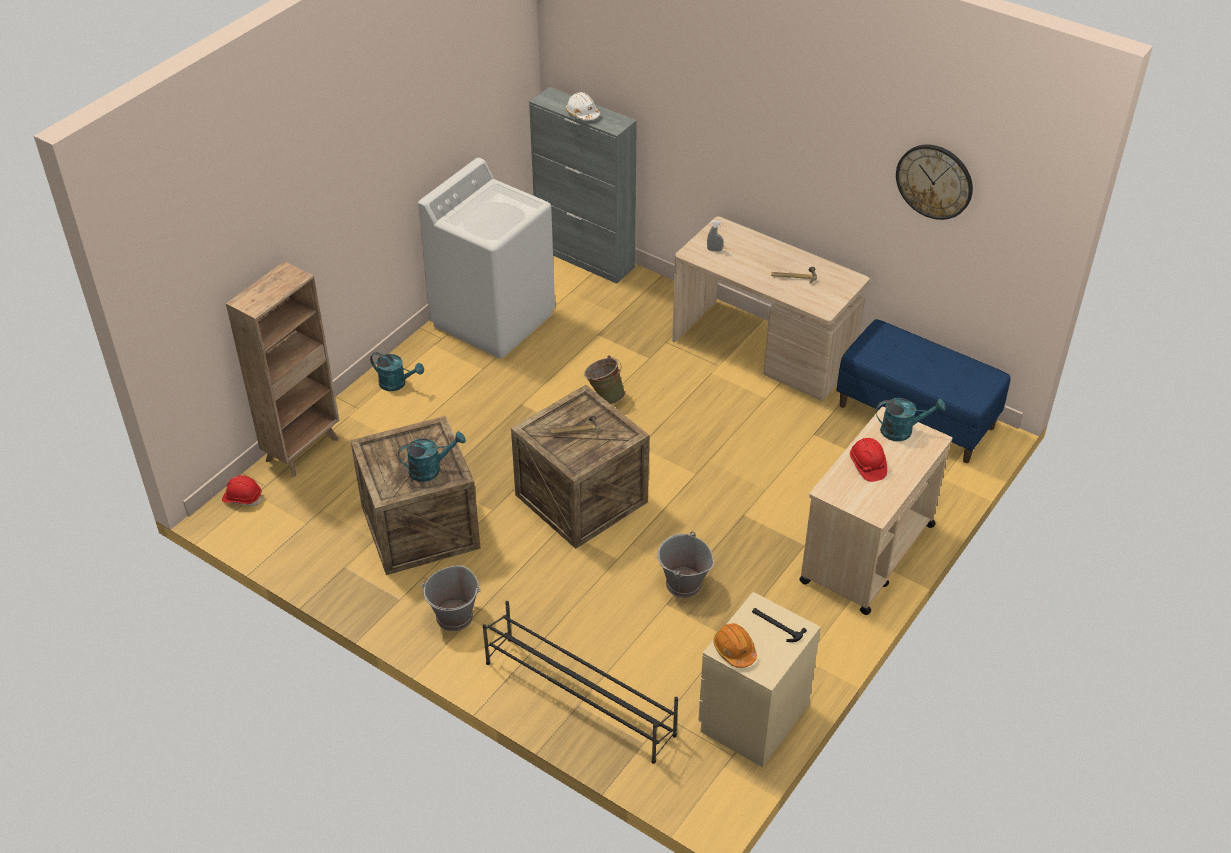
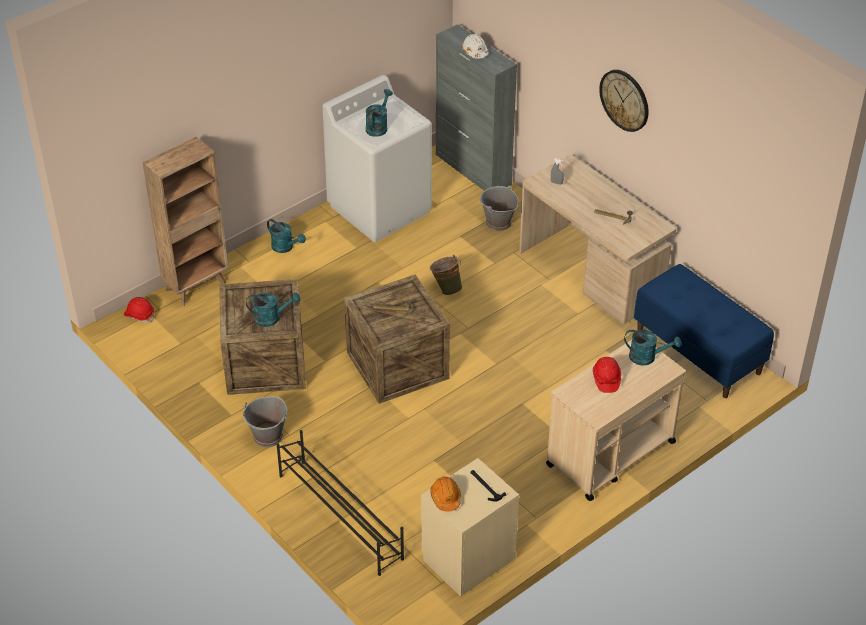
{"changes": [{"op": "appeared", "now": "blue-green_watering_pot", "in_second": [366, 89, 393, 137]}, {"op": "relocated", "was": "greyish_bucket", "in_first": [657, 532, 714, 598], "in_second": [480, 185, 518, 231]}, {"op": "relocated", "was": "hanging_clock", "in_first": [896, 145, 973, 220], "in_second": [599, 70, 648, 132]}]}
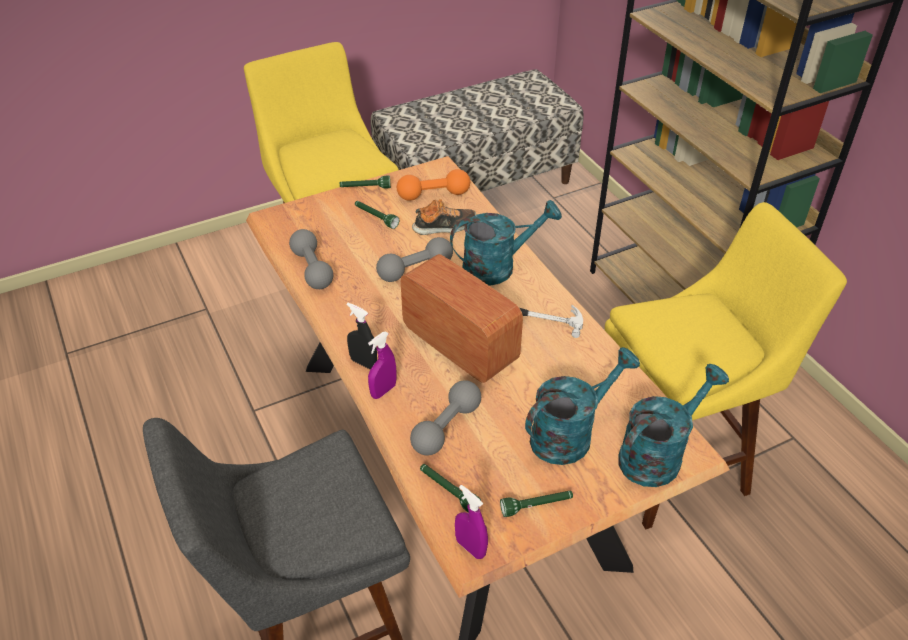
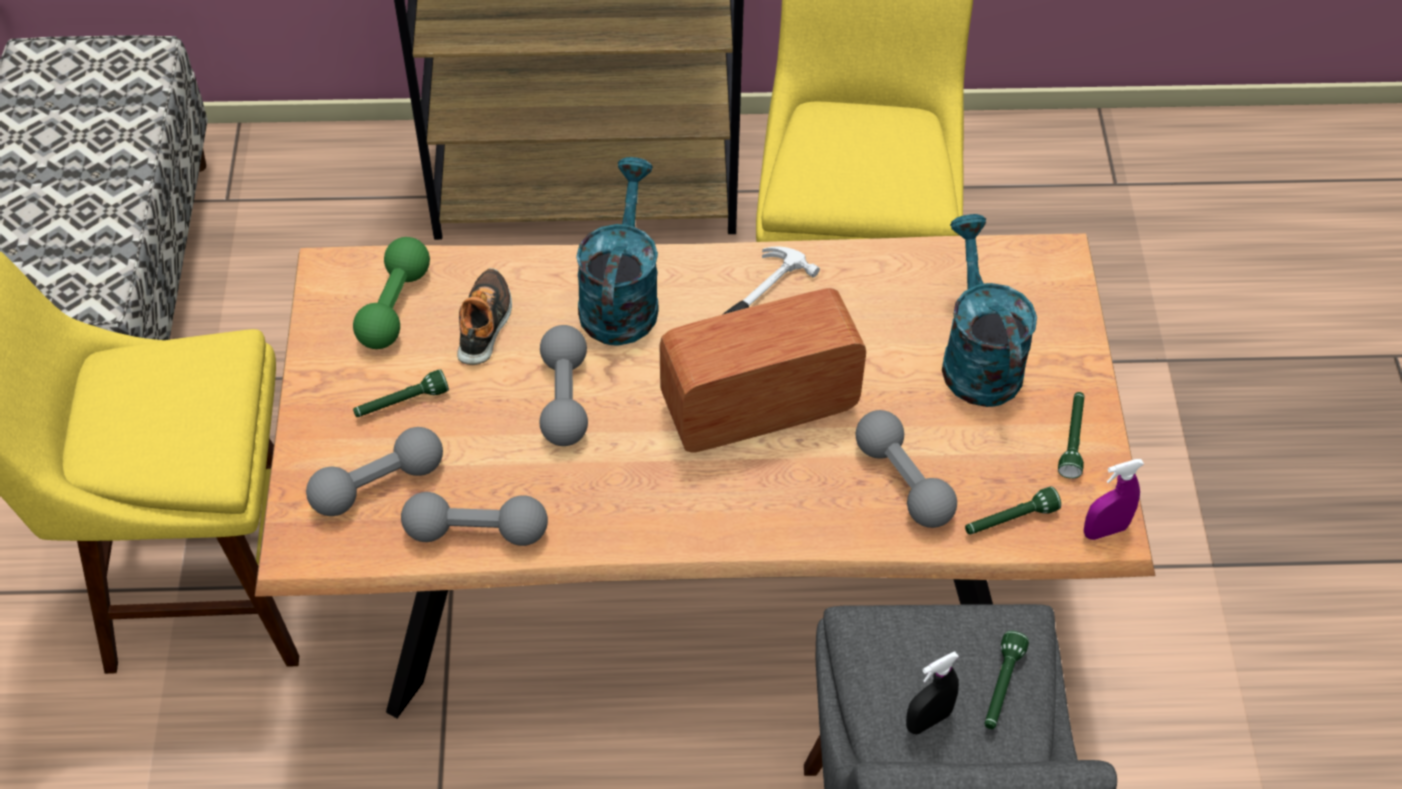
{"changes": [{"op": "missing", "was": "purplish_hand_sprayer", "in_first": [368, 332, 396, 399]}, {"op": "missing", "was": "blue-green_watering_pot", "in_first": [618, 364, 729, 487]}, {"op": "appeared", "now": "greyish_free_weight", "in_second": [306, 427, 443, 516]}, {"op": "relocated", "was": "green-coloured_hand_torch", "in_first": [340, 176, 391, 189], "in_second": [985, 631, 1029, 729]}, {"op": "relocated", "was": "blackish_hand_sprayer", "in_first": [347, 303, 377, 369], "in_second": [906, 652, 959, 734]}, {"op": "colour", "was": "orangey_free_weight", "now": "green-coloured_free_weight", "in_first": [397, 169, 470, 201], "in_second": [353, 237, 430, 349]}]}
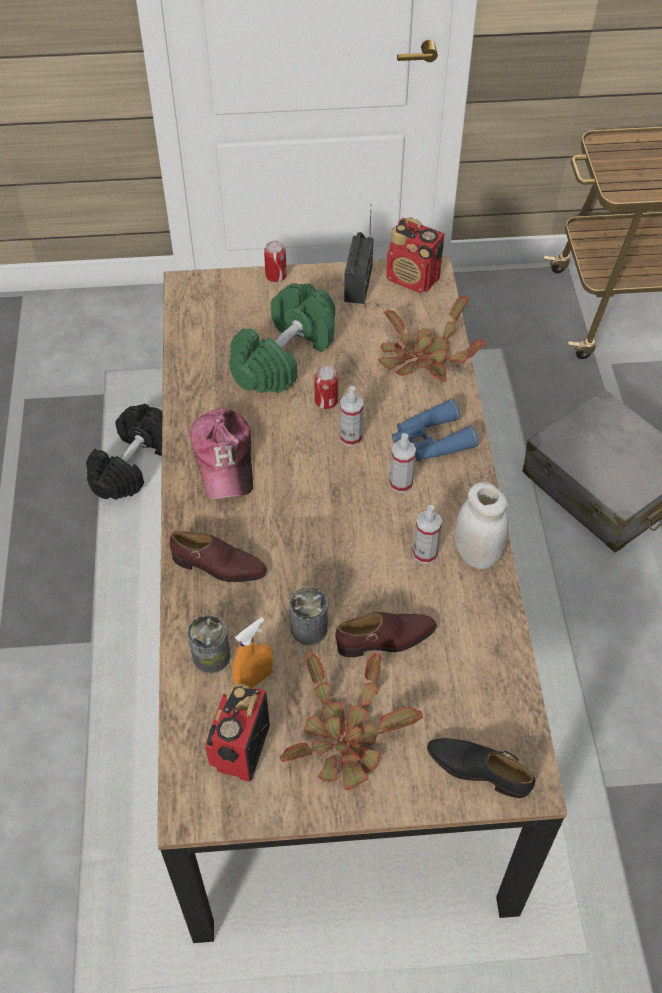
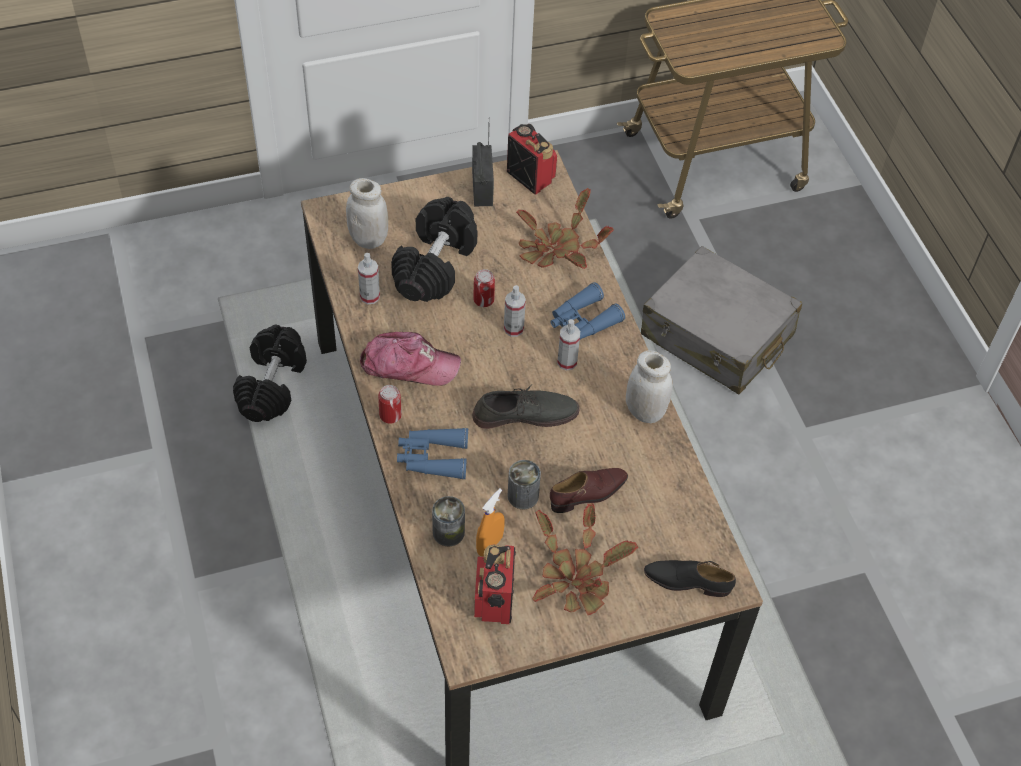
{"changes": [{"op": "appeared", "now": "white_preserve_jar", "in_second": [346, 178, 388, 249]}, {"op": "appeared", "now": "greyish_item_of_footwear", "in_second": [472, 384, 580, 429]}, {"op": "relocated", "was": "sealed_can", "in_first": [264, 241, 287, 282], "in_second": [378, 385, 402, 424]}, {"op": "relocated", "was": "hand_sprayer", "in_first": [413, 505, 442, 564], "in_second": [358, 253, 380, 304]}, {"op": "exchanged", "was": "brown_item_of_footwear", "now": "blue-coloured_binoculars", "in_first": [170, 531, 267, 582], "in_second": [397, 428, 468, 480]}, {"op": "colour", "was": "green-coloured_free_weight", "now": "blackish_free_weight", "in_first": [229, 283, 335, 393], "in_second": [391, 197, 477, 302]}, {"op": "spun", "was": "peaked_cap", "in_first": [189, 408, 253, 499], "in_second": [360, 332, 461, 386], "clockwise": -60}, {"op": "spun", "was": "radio_receiver", "in_first": [386, 217, 444, 293], "in_second": [507, 124, 557, 195], "clockwise": -150}]}
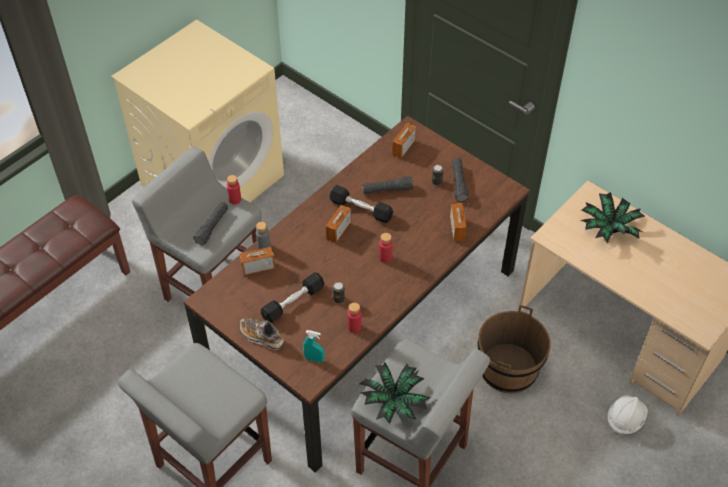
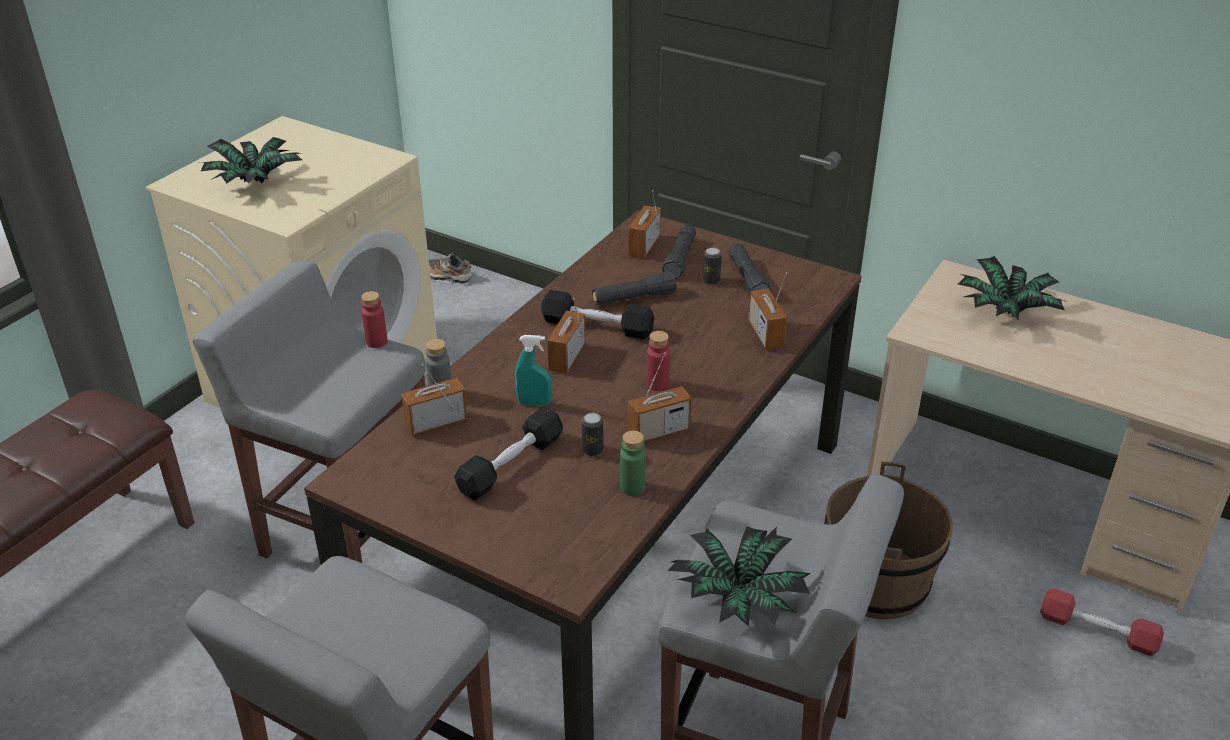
{"changes": [{"op": "appeared", "now": "houseplant", "in_second": [201, 137, 302, 184]}, {"op": "appeared", "now": "radio_receiver", "in_second": [628, 352, 692, 442]}, {"op": "relocated", "was": "blackish_hand_torch", "in_first": [193, 202, 228, 245], "in_second": [662, 224, 696, 279]}, {"op": "relocated", "was": "item_of_footwear", "in_first": [239, 318, 284, 350], "in_second": [429, 253, 472, 284]}, {"op": "relocated", "was": "blue-green_hand_sprayer", "in_first": [303, 330, 325, 363], "in_second": [515, 335, 552, 406]}, {"op": "exchanged", "was": "white_safety_helmet", "now": "red_free_weight", "in_first": [608, 395, 648, 436], "in_second": [1040, 588, 1164, 656]}, {"op": "colour", "was": "red_beverage_bottle", "now": "green-coloured_beverage_bottle", "in_first": [347, 302, 362, 333], "in_second": [620, 431, 646, 496]}]}
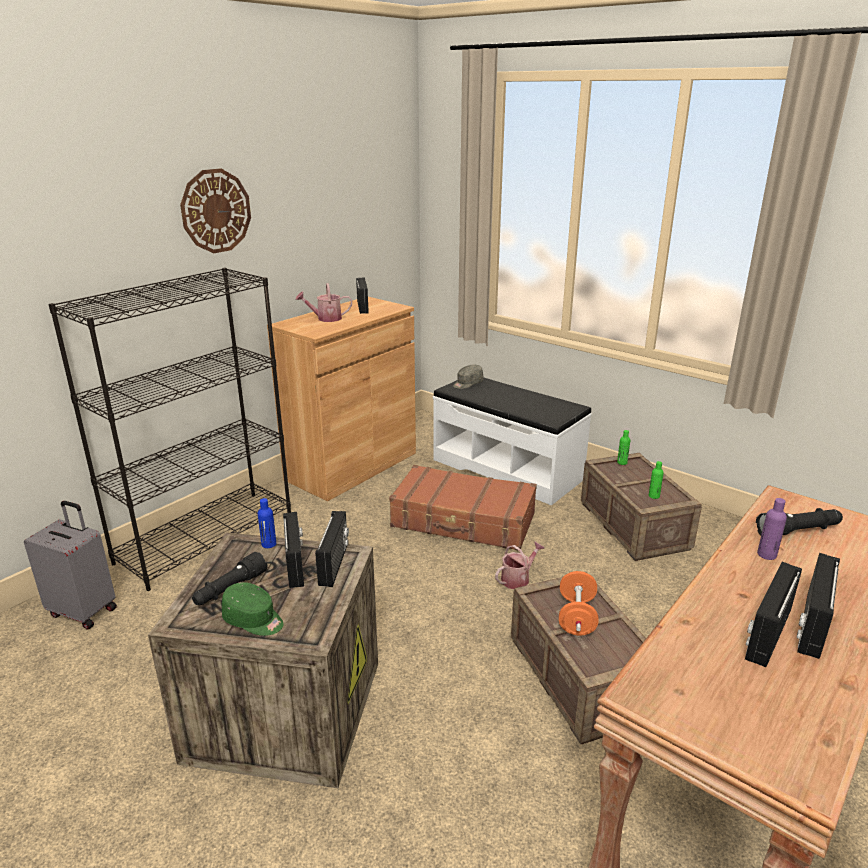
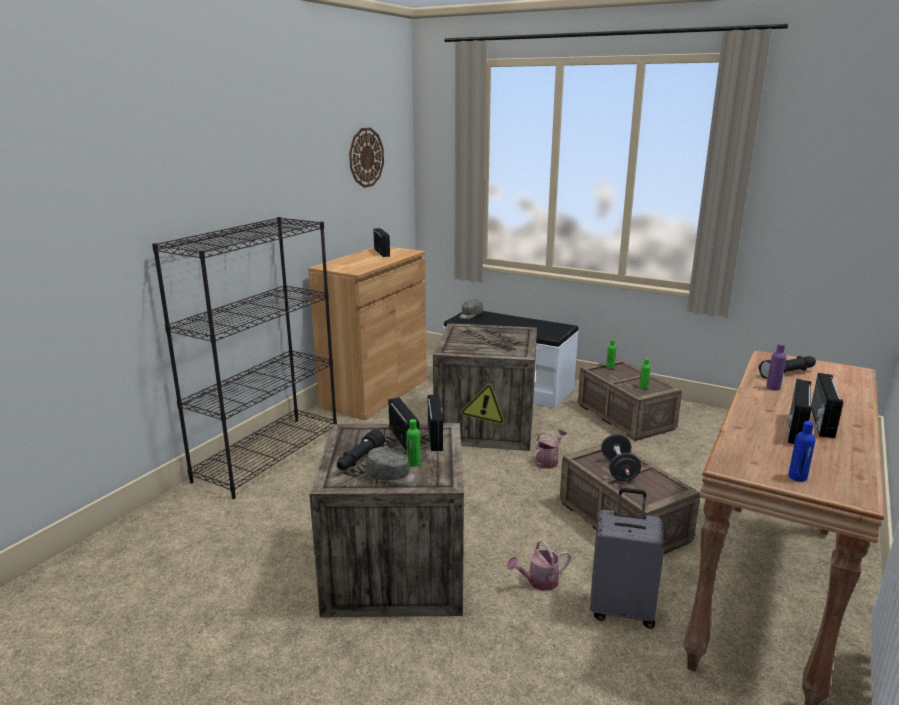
{"changes": [{"op": "appeared", "now": "green-coloured_beverage_bottle", "in_second": [406, 419, 421, 467]}, {"op": "relocated", "was": "greyish_travel_case", "in_first": [24, 501, 117, 630], "in_second": [590, 488, 664, 629]}, {"op": "relocated", "was": "hanging_clock", "in_first": [180, 168, 251, 253], "in_second": [349, 128, 384, 188]}, {"op": "relocated", "was": "blue-coloured_beverage_bottle", "in_first": [258, 498, 276, 548], "in_second": [788, 421, 816, 482]}, {"op": "relocated", "was": "watering_pot", "in_first": [295, 283, 352, 322], "in_second": [507, 540, 571, 591]}, {"op": "exchanged", "was": "brown_travel_case", "now": "shipping_crate", "in_first": [389, 465, 537, 550], "in_second": [433, 323, 537, 451]}, {"op": "colour", "was": "green-coloured_peaked_cap", "now": "greyish_peaked_cap", "in_first": [221, 582, 284, 636], "in_second": [365, 447, 419, 485]}, {"op": "colour", "was": "orangey_free_weight", "now": "blackish_free_weight", "in_first": [559, 571, 598, 636], "in_second": [601, 434, 641, 481]}]}
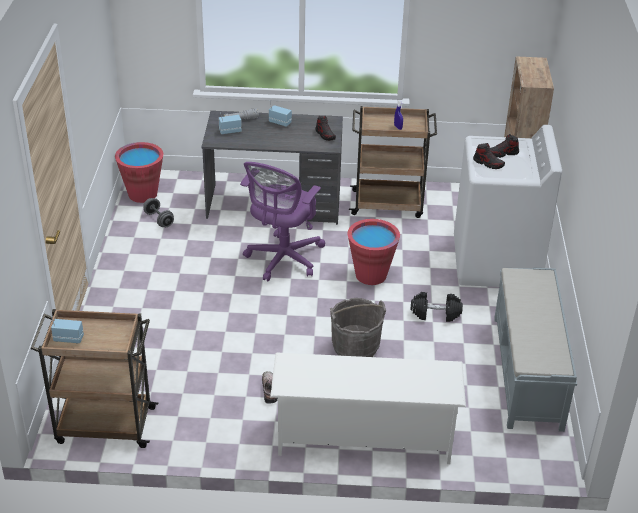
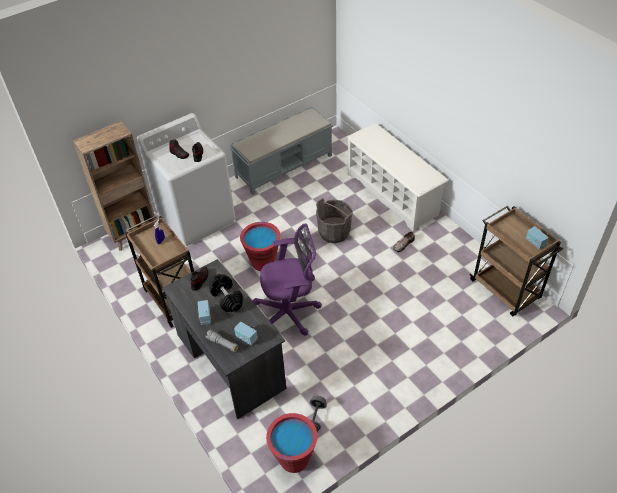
{"changes": [{"op": "relocated", "was": "blackish_free_weight", "in_first": [411, 292, 463, 322], "in_second": [209, 274, 243, 312]}]}
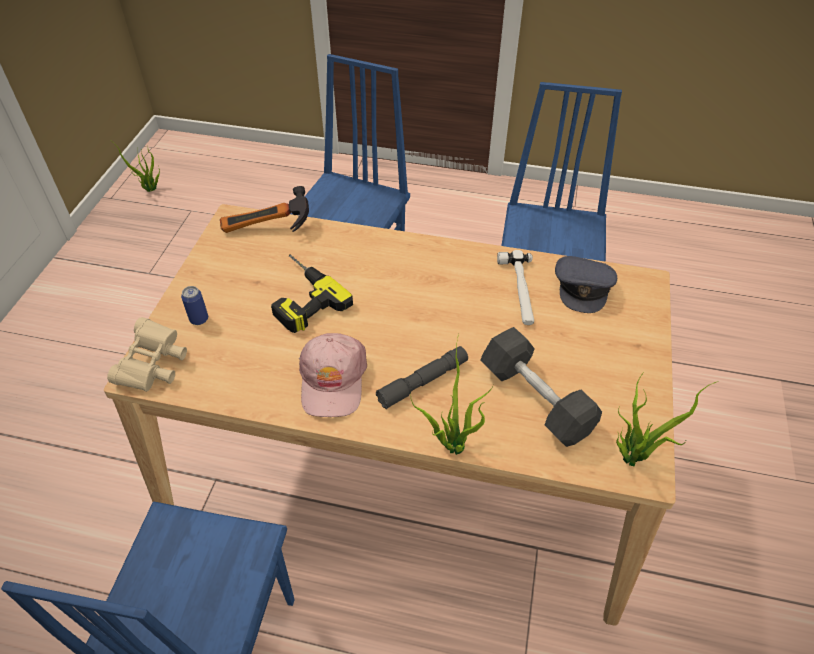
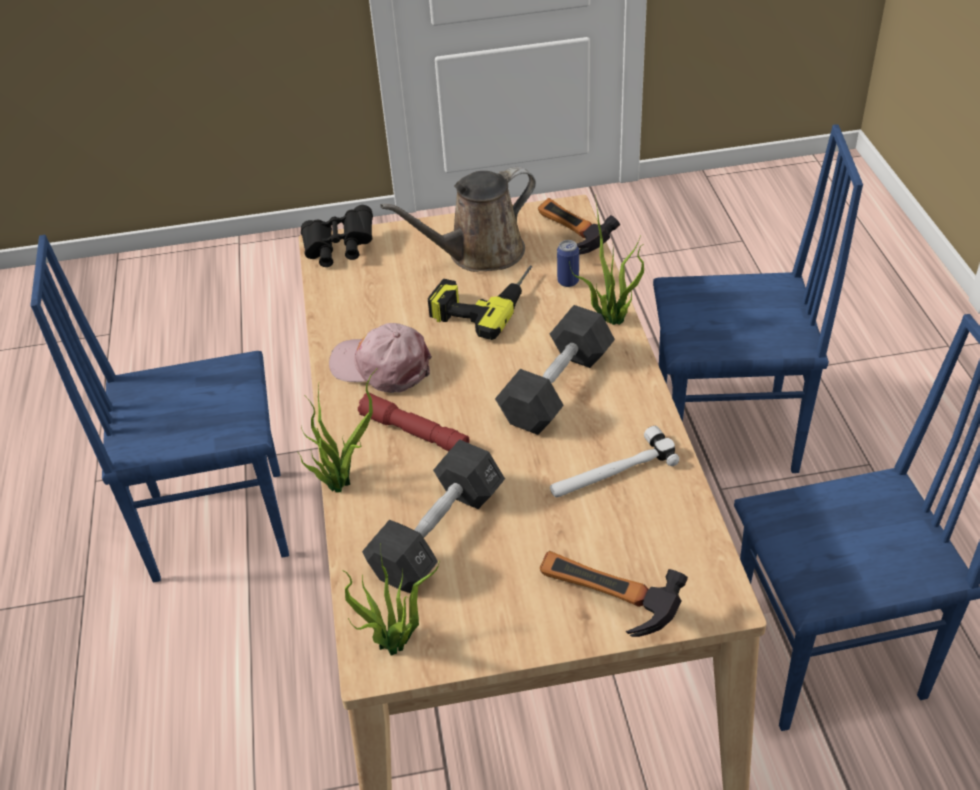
{"changes": [{"op": "missing", "was": "greyish_peaked_cap", "in_first": [555, 256, 617, 313]}, {"op": "appeared", "now": "brown_watering_pot", "in_second": [380, 167, 536, 272]}, {"op": "appeared", "now": "blackish_free_weight", "in_second": [495, 305, 615, 435]}, {"op": "appeared", "now": "tool_hammer", "in_second": [540, 551, 688, 637]}, {"op": "relocated", "was": "houseplant", "in_first": [117, 146, 160, 192], "in_second": [569, 195, 644, 325]}, {"op": "relocated", "was": "sealed_can", "in_first": [181, 286, 208, 325], "in_second": [557, 240, 579, 287]}, {"op": "colour", "was": "beige_binoculars", "now": "blackish_binoculars", "in_first": [107, 317, 187, 392], "in_second": [301, 205, 373, 267]}, {"op": "colour", "was": "greyish_hand_torch", "now": "red_hand_torch", "in_first": [376, 346, 468, 409], "in_second": [358, 393, 470, 451]}, {"op": "spun", "was": "pink-coloured_peaked_cap", "in_first": [299, 333, 367, 417], "in_second": [329, 323, 432, 393], "clockwise": 45}]}
